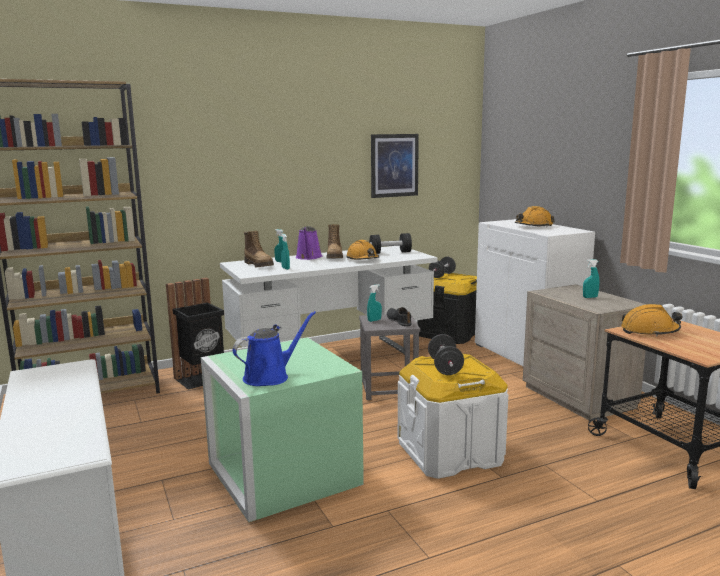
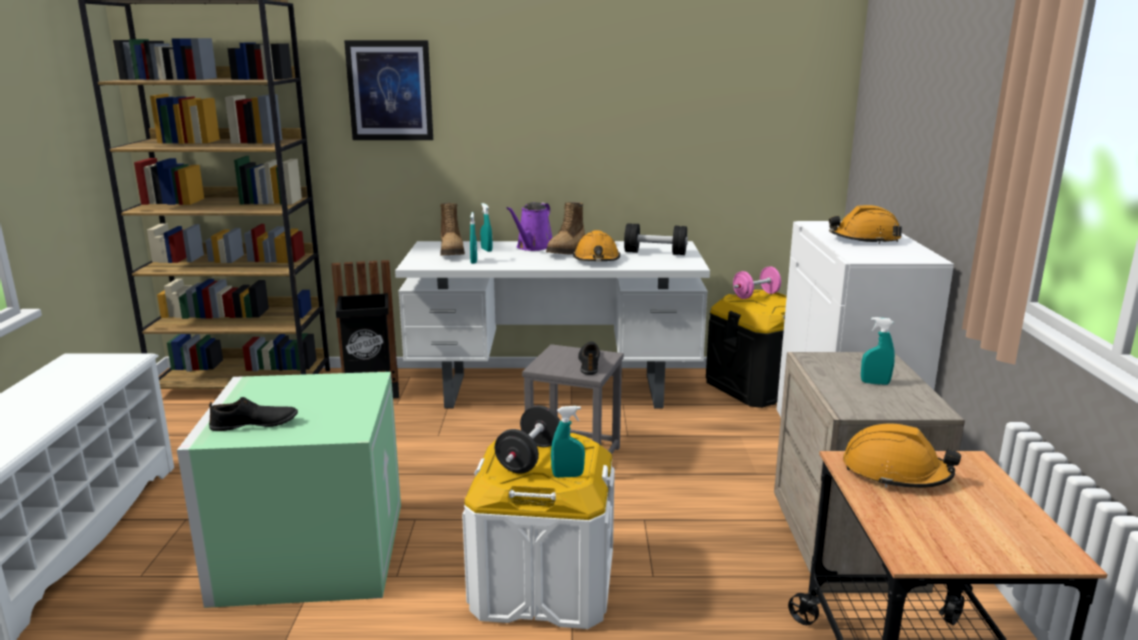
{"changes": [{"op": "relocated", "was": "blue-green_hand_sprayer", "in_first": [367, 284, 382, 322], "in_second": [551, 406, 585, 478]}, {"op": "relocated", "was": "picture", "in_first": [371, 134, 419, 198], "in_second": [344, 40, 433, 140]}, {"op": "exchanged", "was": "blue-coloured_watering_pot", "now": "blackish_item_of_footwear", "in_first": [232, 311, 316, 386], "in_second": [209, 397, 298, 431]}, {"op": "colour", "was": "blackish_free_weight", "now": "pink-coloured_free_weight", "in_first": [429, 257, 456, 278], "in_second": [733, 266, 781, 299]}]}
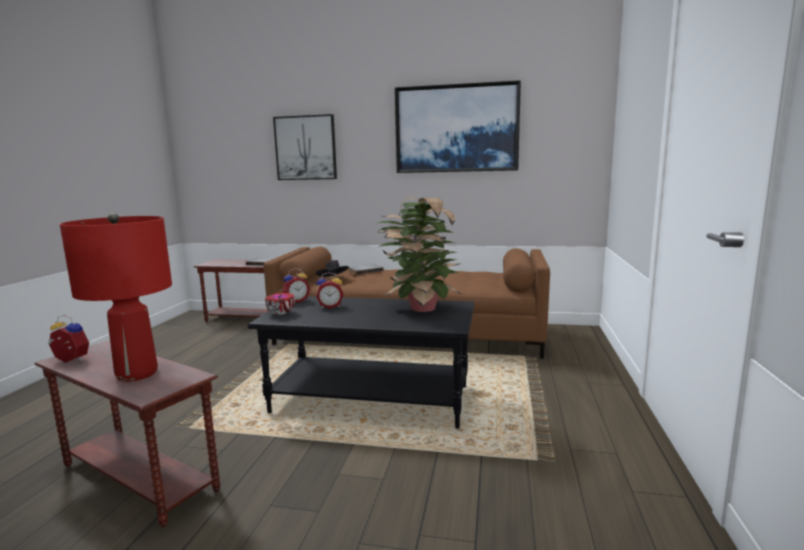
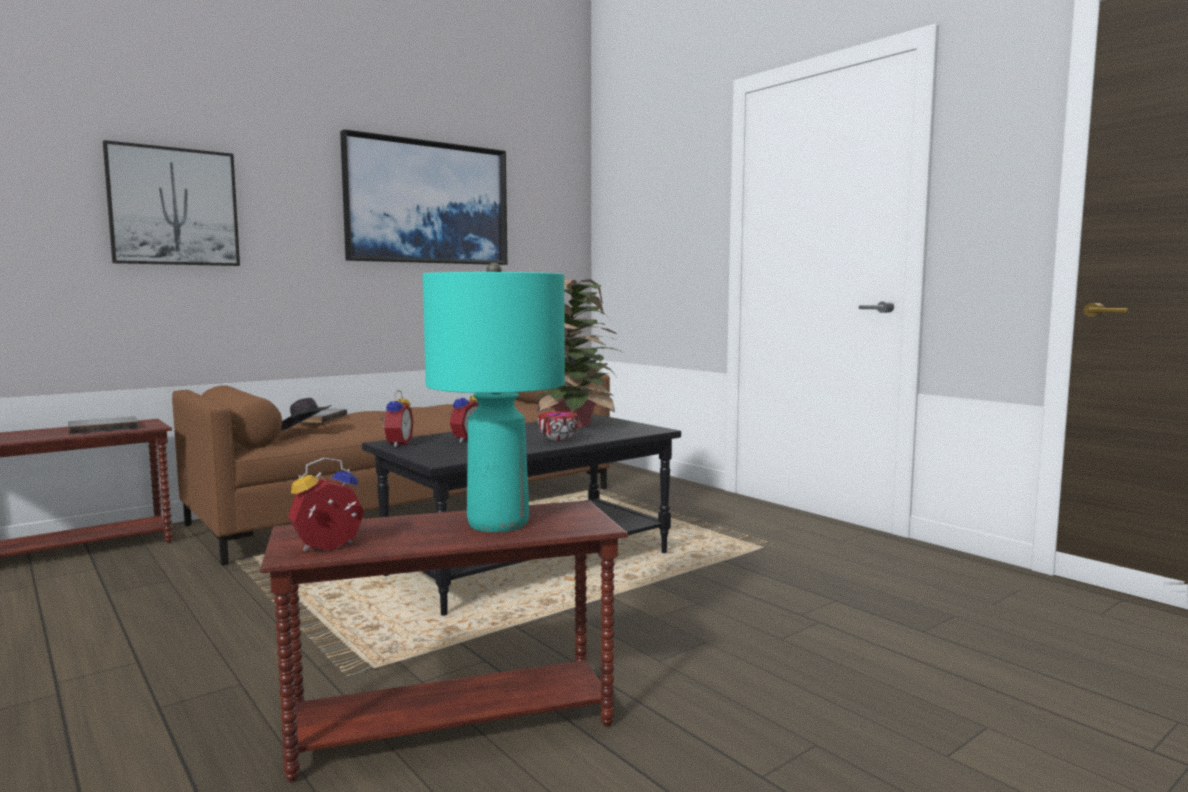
{"changes": [{"op": "relocated", "was": "bowl", "in_first": [265, 293, 295, 315], "in_second": [538, 412, 579, 441]}, {"op": "colour", "was": "red_lamp_for_a_table", "now": "blue-green_lamp_for_a_table", "in_first": [60, 213, 172, 381], "in_second": [423, 263, 565, 532]}]}
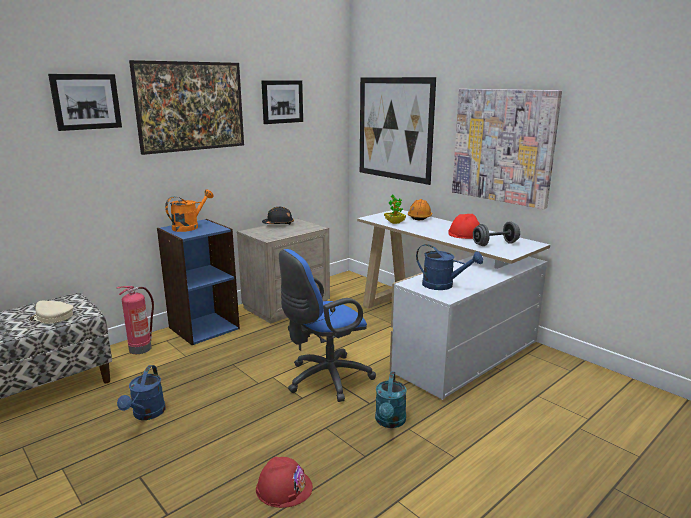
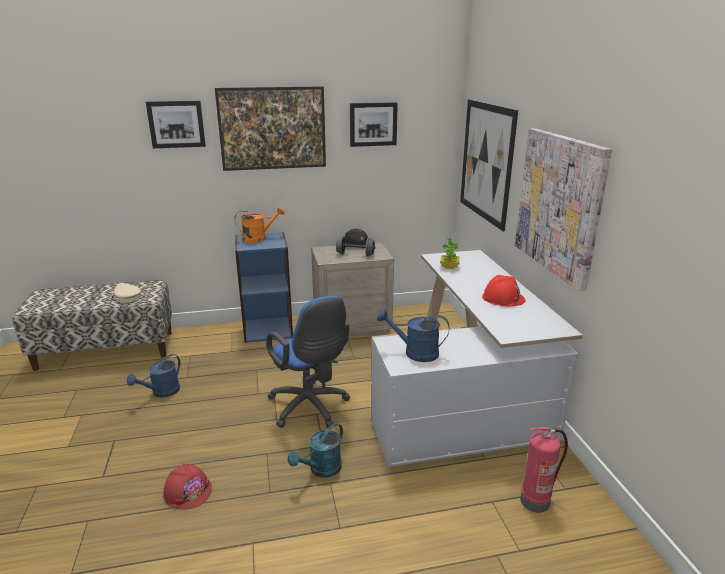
{"changes": [{"op": "missing", "was": "orangey_safety_helmet", "in_first": [408, 199, 432, 220]}, {"op": "relocated", "was": "fire_extinguisher", "in_first": [117, 286, 154, 354], "in_second": [520, 427, 568, 513]}, {"op": "relocated", "was": "greyish_free_weight", "in_first": [473, 221, 520, 246], "in_second": [336, 236, 375, 257]}, {"op": "spun", "was": "blue-coloured_computer_chair", "in_first": [279, 249, 376, 402], "in_second": [266, 296, 350, 428], "clockwise": -120}, {"op": "spun", "was": "blue-coloured_watering_pot", "in_first": [416, 244, 483, 290], "in_second": [377, 309, 450, 362], "clockwise": 135}]}
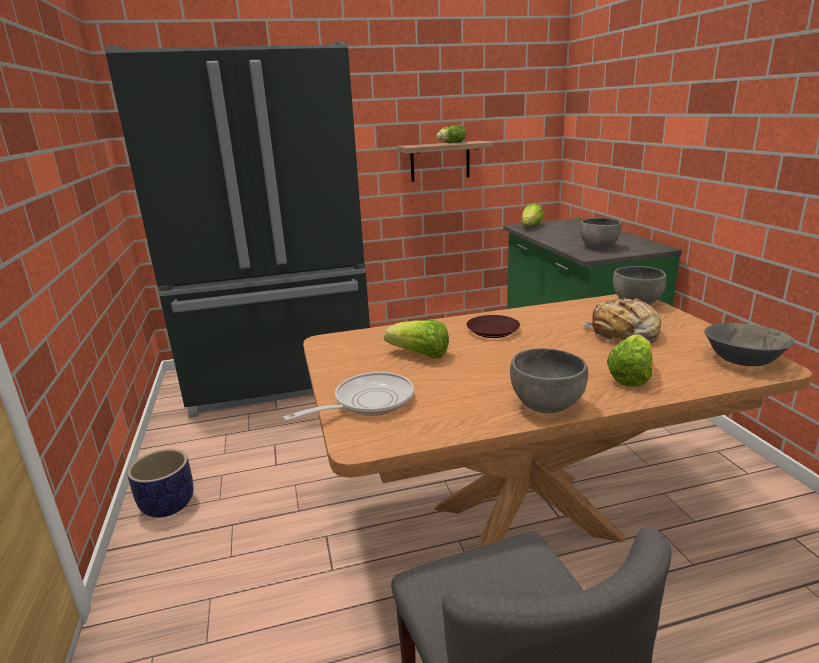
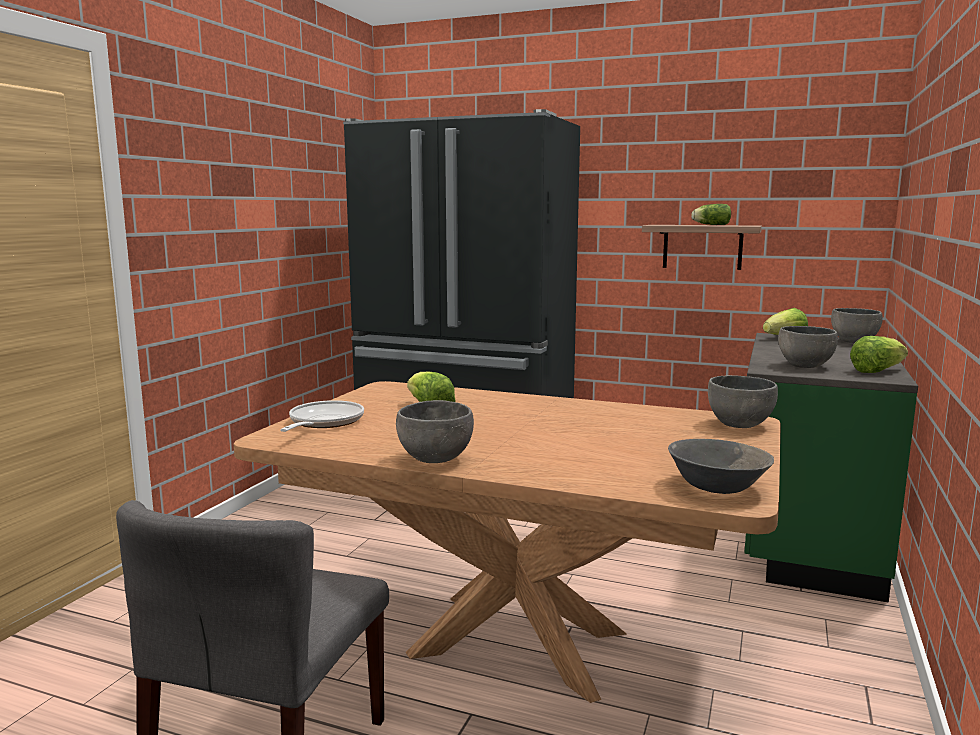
{"changes": [{"op": "missing", "was": "flower_pot", "in_first": [127, 449, 194, 518]}, {"op": "missing", "was": "brown_dinner_plate", "in_first": [467, 315, 520, 338]}, {"op": "missing", "was": "baked_bread", "in_first": [582, 298, 661, 343]}, {"op": "appeared", "now": "greyish_bowl", "in_second": [831, 308, 883, 343]}, {"op": "relocated", "was": "lettuce", "in_first": [607, 335, 653, 387], "in_second": [850, 336, 908, 373]}, {"op": "spun", "was": "pan", "in_first": [283, 372, 414, 421], "in_second": [280, 400, 364, 432], "clockwise": -75}]}
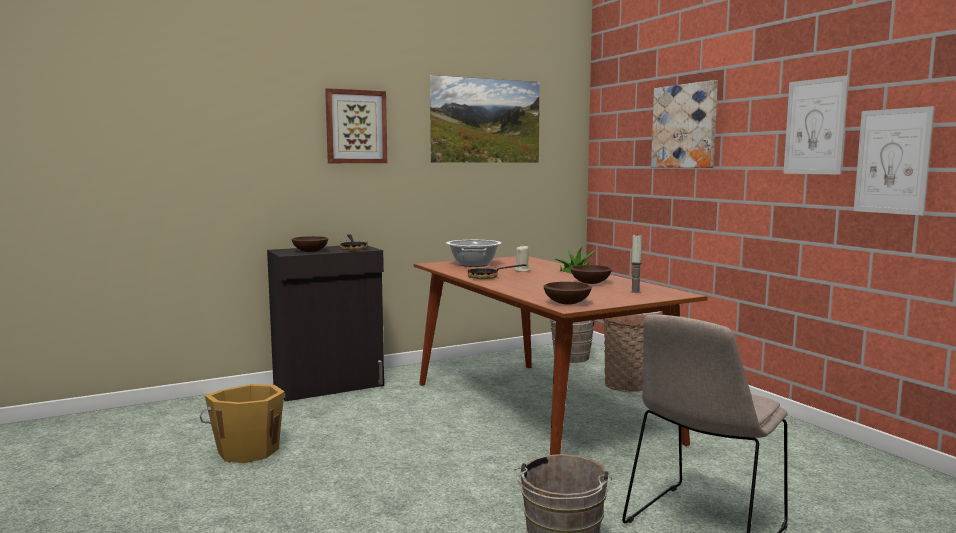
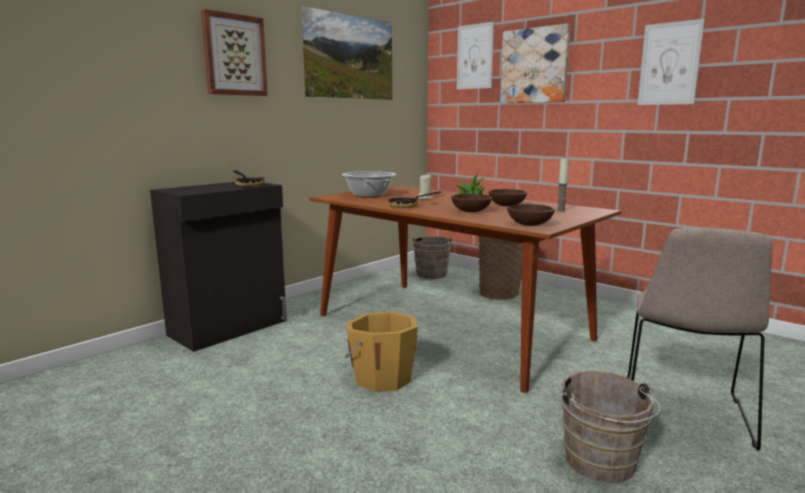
{"changes": [{"op": "relocated", "was": "orangey_bucket", "in_first": [200, 384, 286, 463], "in_second": [345, 311, 418, 392]}, {"op": "relocated", "was": "brown_bowl", "in_first": [292, 236, 328, 252], "in_second": [451, 194, 492, 212]}, {"op": "relocated", "was": "picture", "in_first": [854, 106, 935, 216], "in_second": [457, 21, 494, 90]}]}
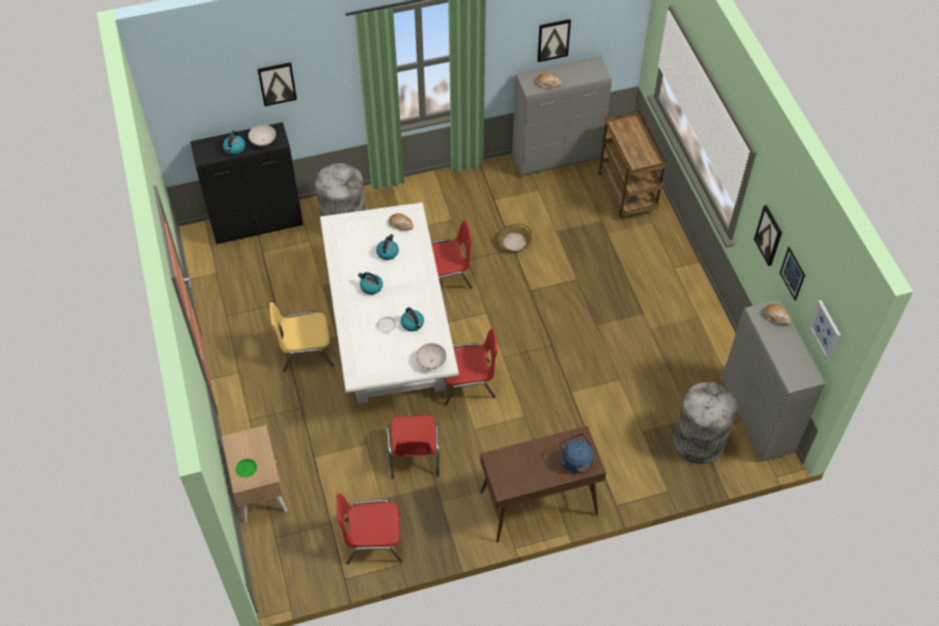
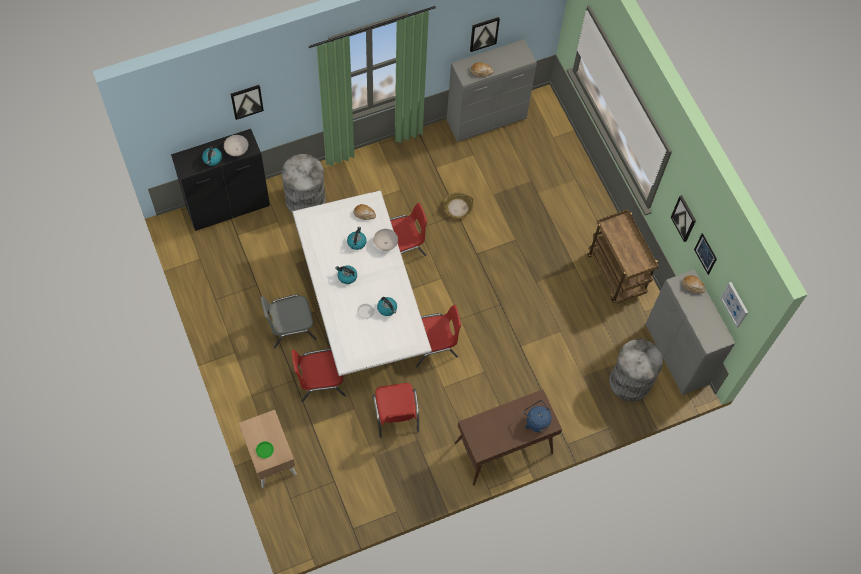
{"changes": [{"op": "relocated", "was": "red_upright_chair", "in_first": [336, 494, 402, 565], "in_second": [292, 349, 346, 402]}, {"op": "relocated", "was": "white_bowl", "in_first": [416, 343, 446, 369], "in_second": [374, 229, 398, 251]}, {"op": "relocated", "was": "brown_wheeled_cart", "in_first": [598, 111, 667, 217], "in_second": [588, 209, 658, 304]}, {"op": "colour", "was": "yellow_upright_chair", "now": "greyish_upright_chair", "in_first": [270, 302, 334, 372], "in_second": [261, 294, 317, 349]}]}
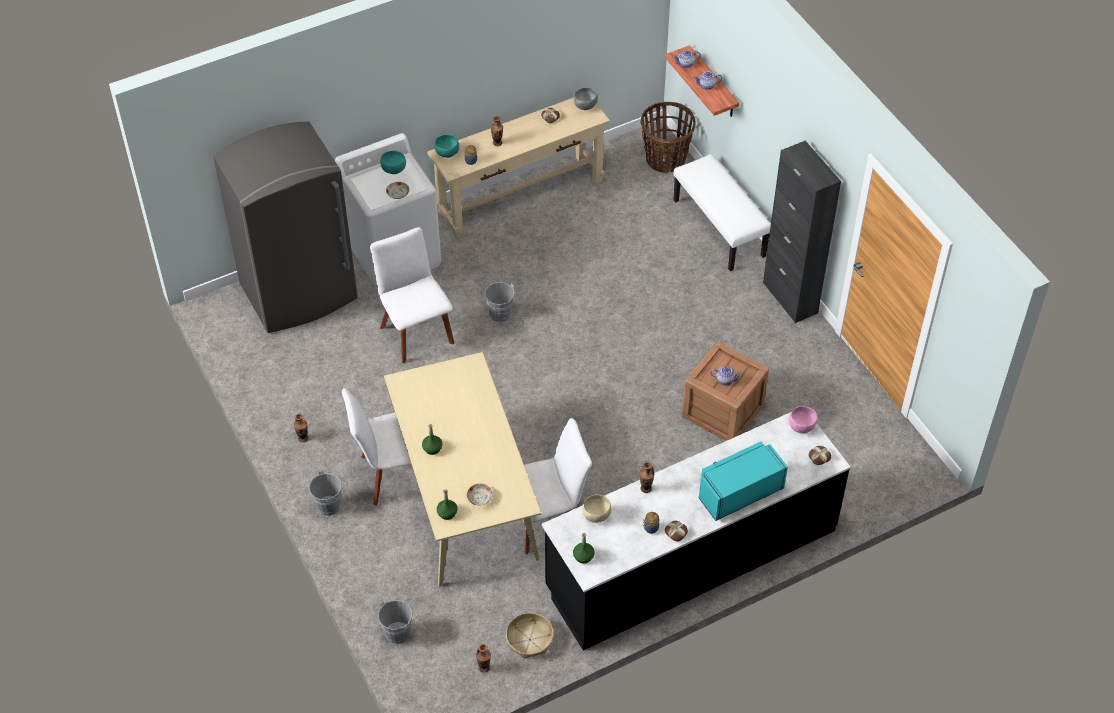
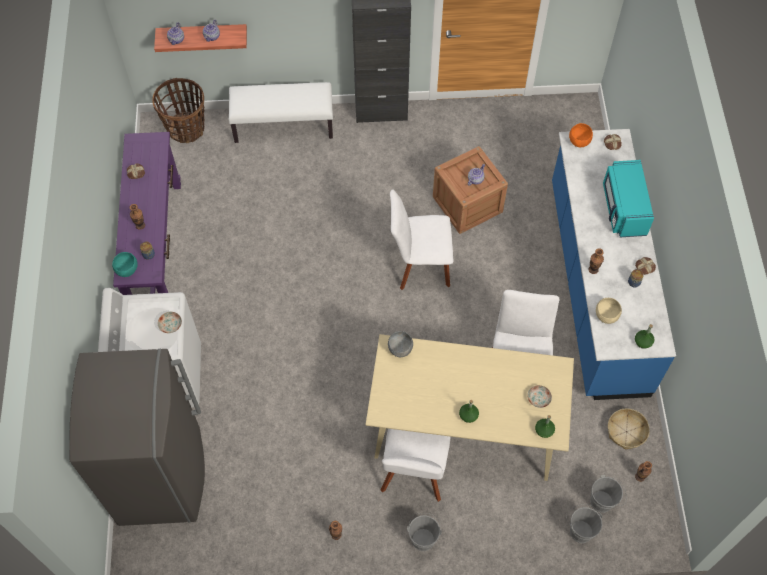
{"changes": [{"op": "missing", "was": "blue-green_bowl", "in_first": [380, 151, 406, 174]}, {"op": "relocated", "was": "white_upright_chair", "in_first": [370, 227, 454, 363], "in_second": [390, 189, 454, 290]}, {"op": "relocated", "was": "greyish_bucket", "in_first": [485, 282, 519, 322], "in_second": [590, 475, 627, 513]}, {"op": "relocated", "was": "greyish_bowl", "in_first": [574, 87, 598, 110], "in_second": [388, 331, 413, 357]}, {"op": "colour", "was": "beige_narrow_table", "now": "purplish_narrow_table", "in_first": [428, 97, 610, 238], "in_second": [113, 132, 181, 295]}, {"op": "colour", "was": "blackish_kitchen_counter", "now": "blue-coloured_kitchen_counter", "in_first": [542, 412, 851, 650], "in_second": [552, 129, 676, 400]}, {"op": "colour", "was": "pink-coloured_bowl", "now": "orangey_bowl", "in_first": [789, 406, 817, 433], "in_second": [569, 123, 593, 147]}]}
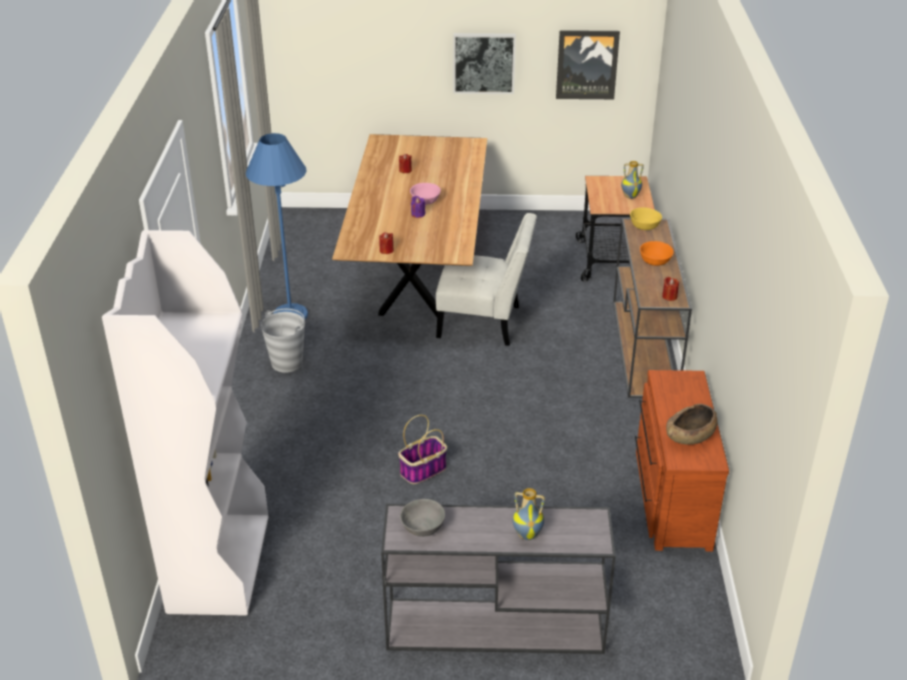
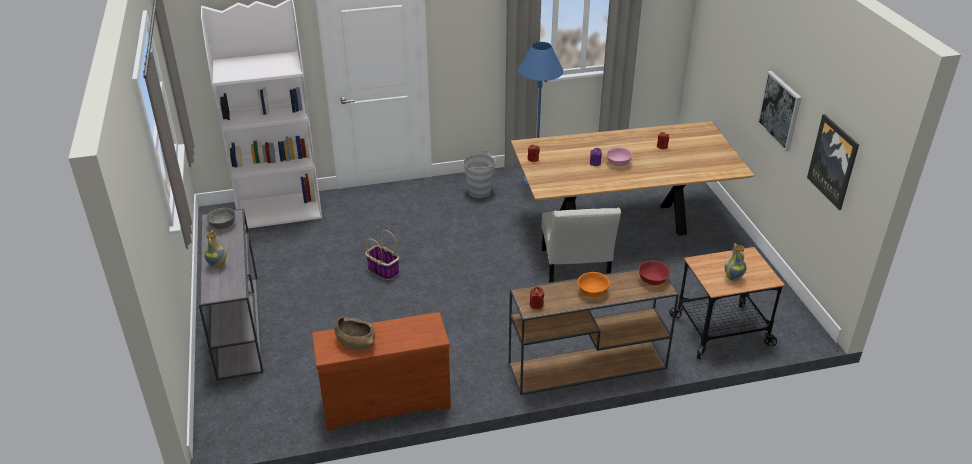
{"changes": [{"op": "colour", "was": "yellow_bowl", "now": "red_bowl", "in_first": [630, 207, 662, 230], "in_second": [639, 261, 670, 285]}]}
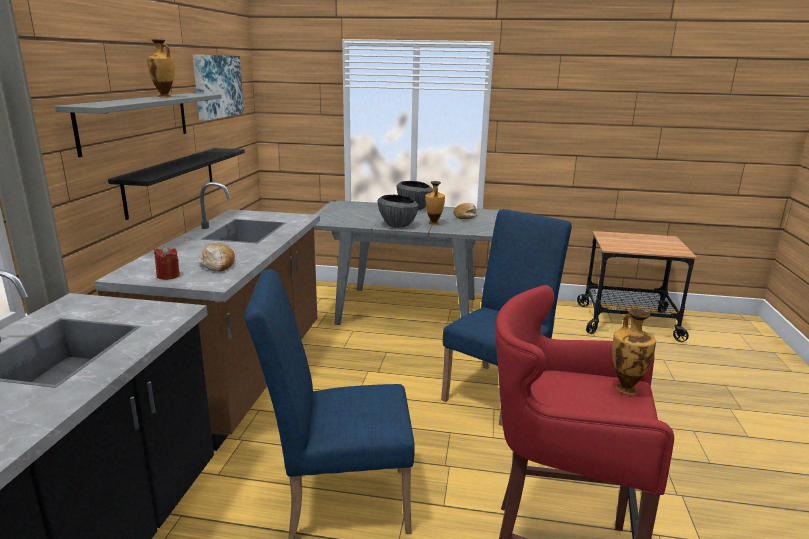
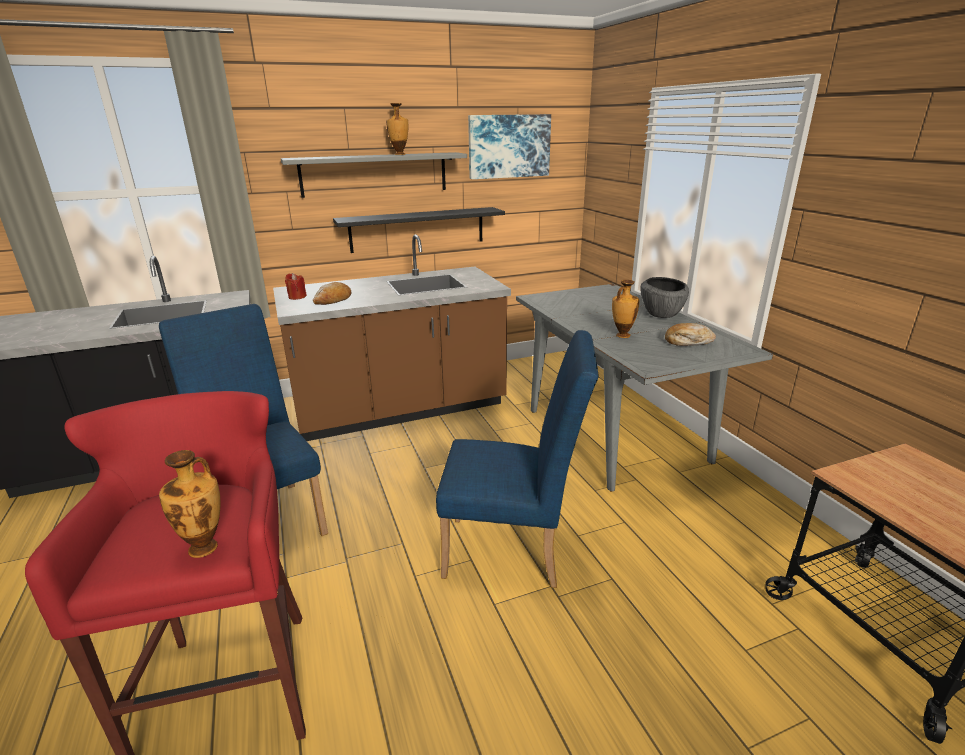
{"changes": [{"op": "missing", "was": "bowl", "in_first": [377, 195, 419, 228]}]}
